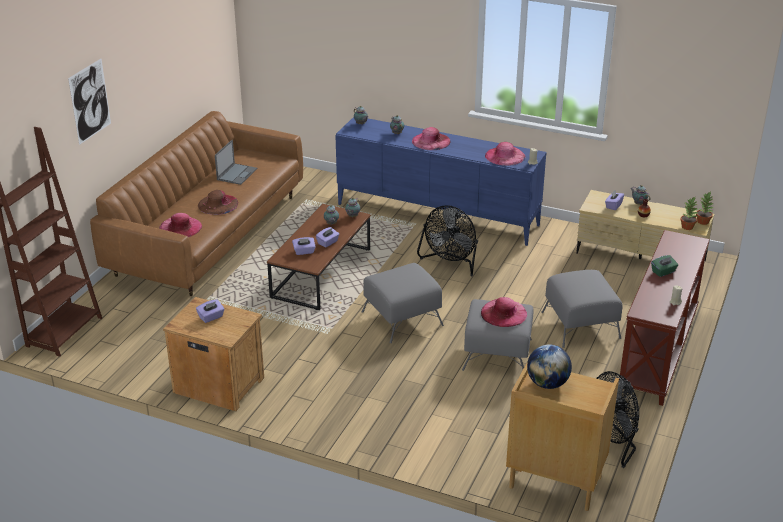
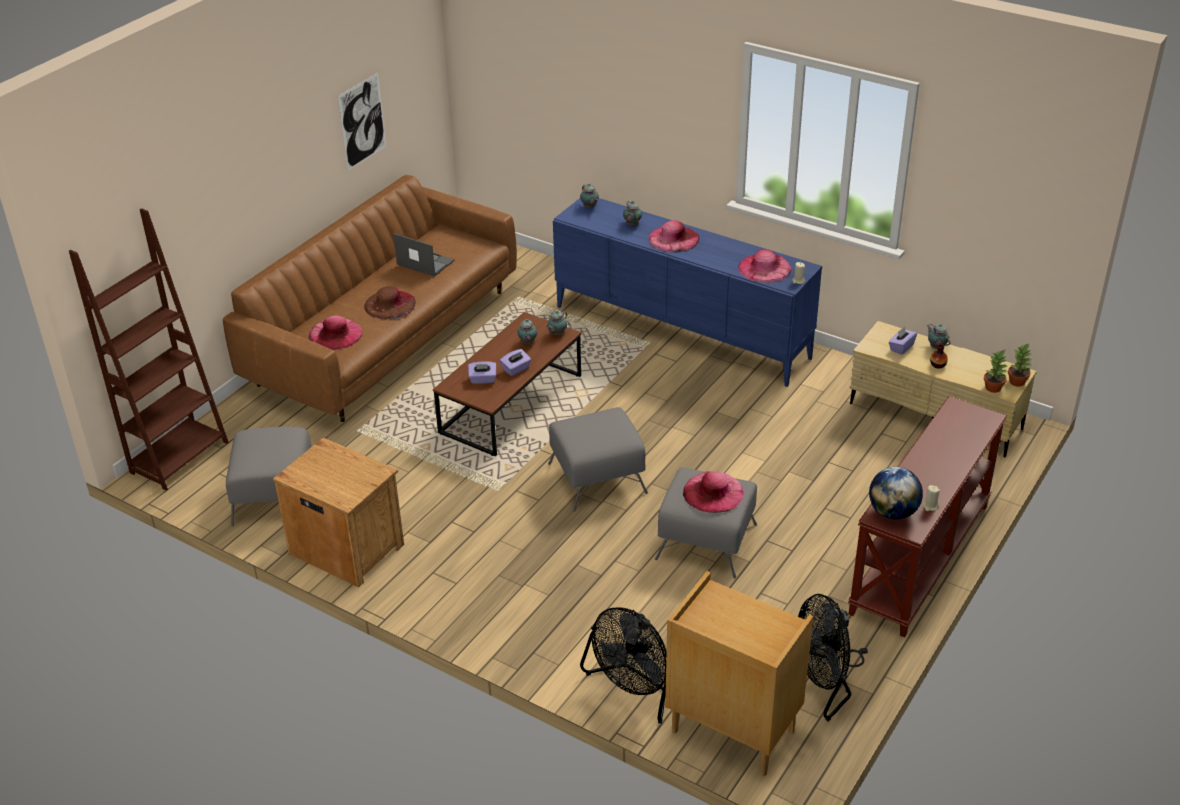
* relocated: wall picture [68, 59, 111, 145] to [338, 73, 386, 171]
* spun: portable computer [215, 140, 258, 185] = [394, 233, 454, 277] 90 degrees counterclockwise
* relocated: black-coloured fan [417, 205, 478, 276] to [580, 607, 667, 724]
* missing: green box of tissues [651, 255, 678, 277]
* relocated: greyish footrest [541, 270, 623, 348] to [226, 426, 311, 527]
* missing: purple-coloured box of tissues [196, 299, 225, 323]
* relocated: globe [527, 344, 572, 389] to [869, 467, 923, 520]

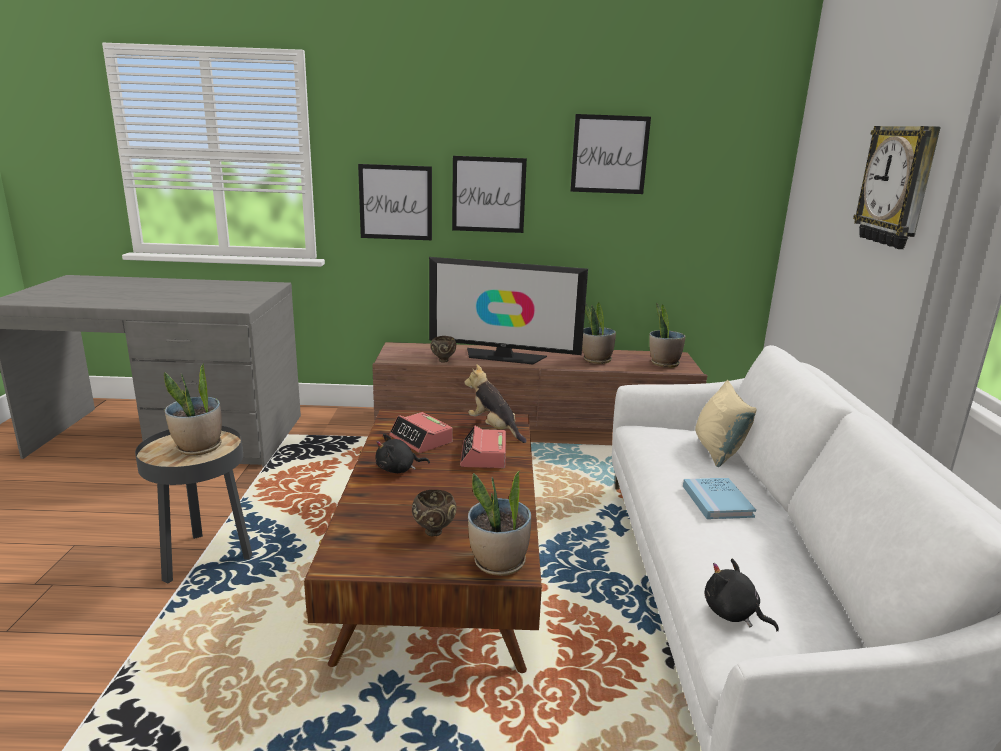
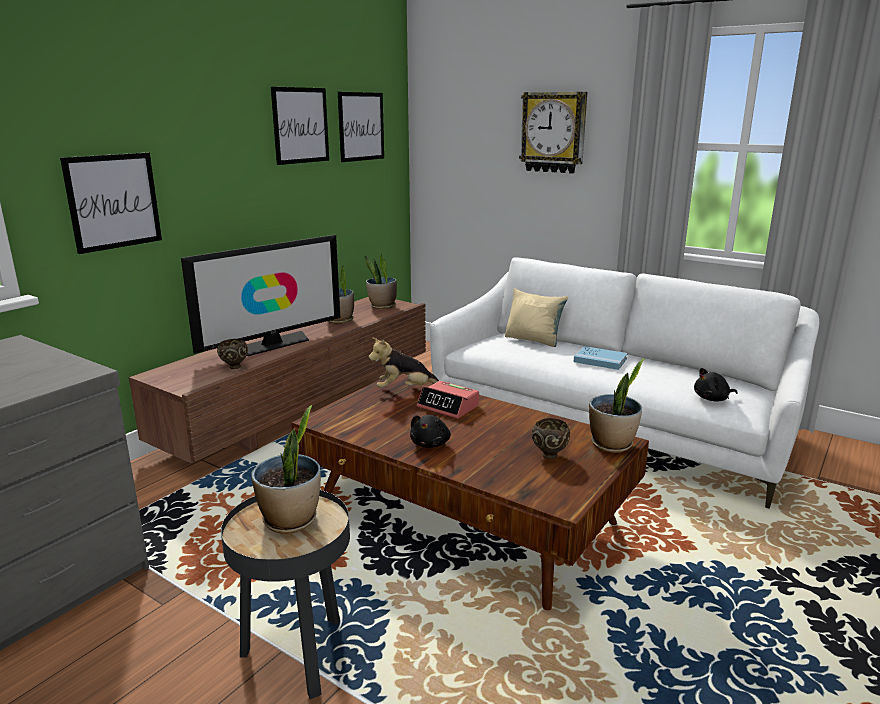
* relocated: wall picture [452, 156, 527, 233] to [338, 92, 384, 162]
* missing: alarm clock [389, 412, 453, 453]

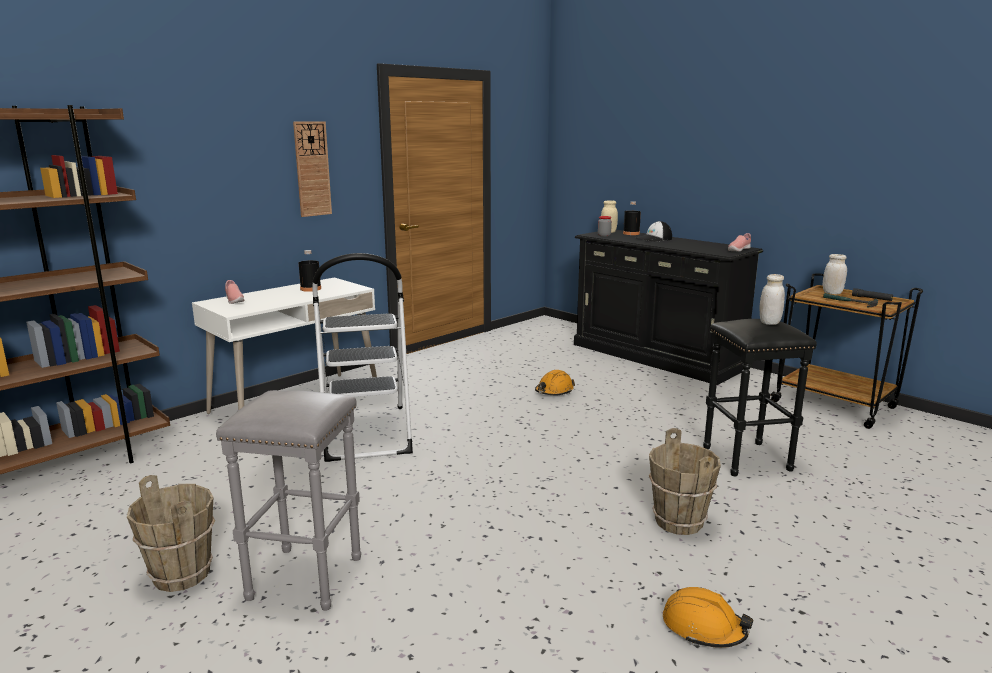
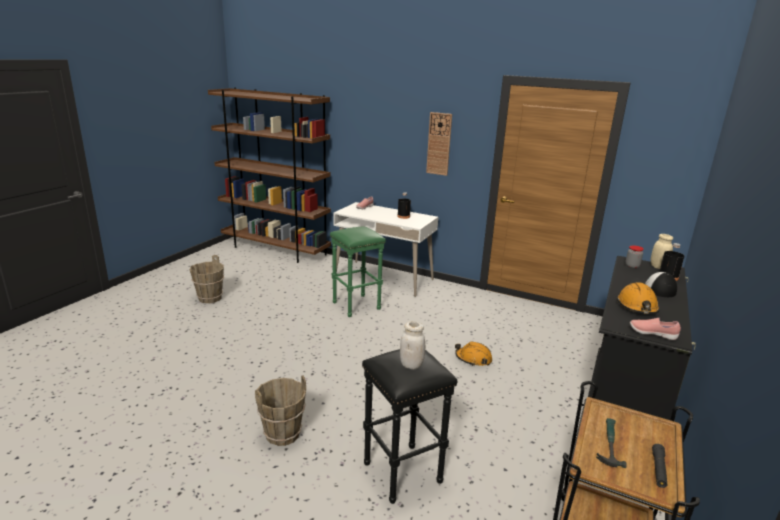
* exchanged: step ladder [312, 253, 413, 462] to green stool seat [330, 226, 386, 317]
* missing: white-coloured jar [823, 254, 847, 294]
* missing: greyish stool seat [216, 390, 361, 611]
* relocated: orange-coloured safety helmet [663, 587, 753, 648] to [617, 282, 660, 314]

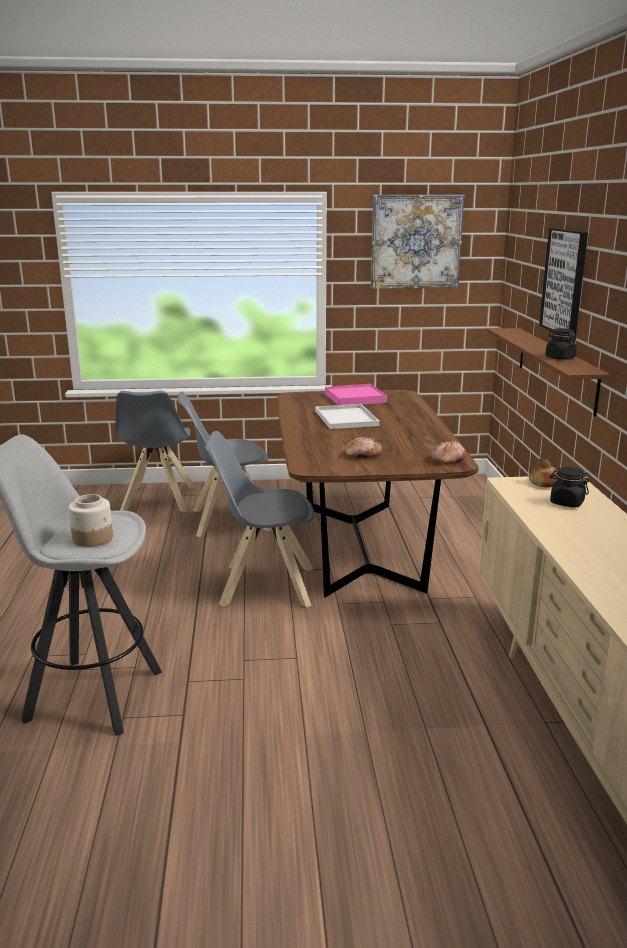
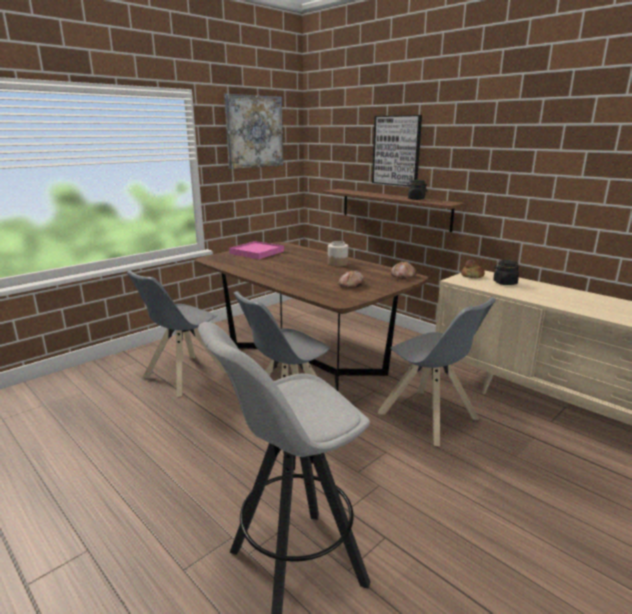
* relocated: greyish upright chair [115, 390, 196, 512] to [378, 297, 496, 446]
* missing: white-coloured tray [315, 404, 380, 429]
* relocated: jar [69, 494, 113, 547] to [328, 241, 348, 267]

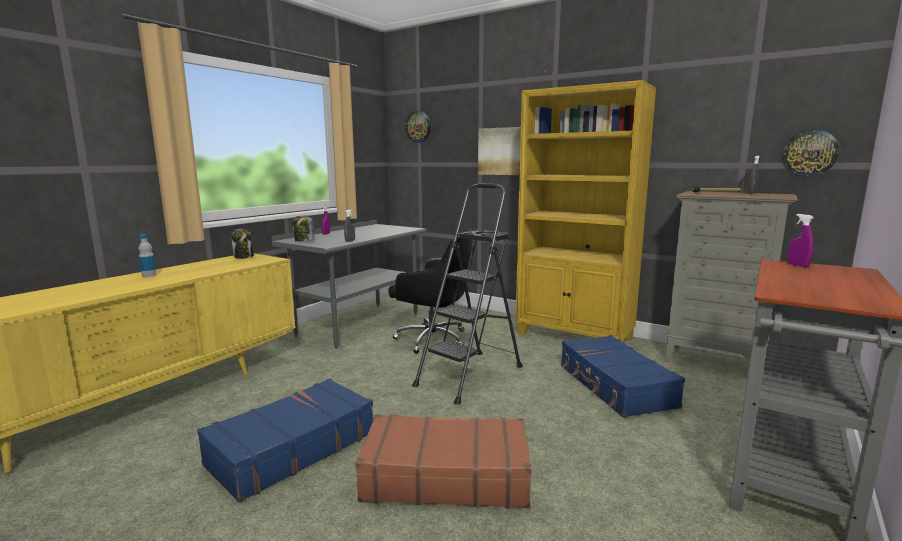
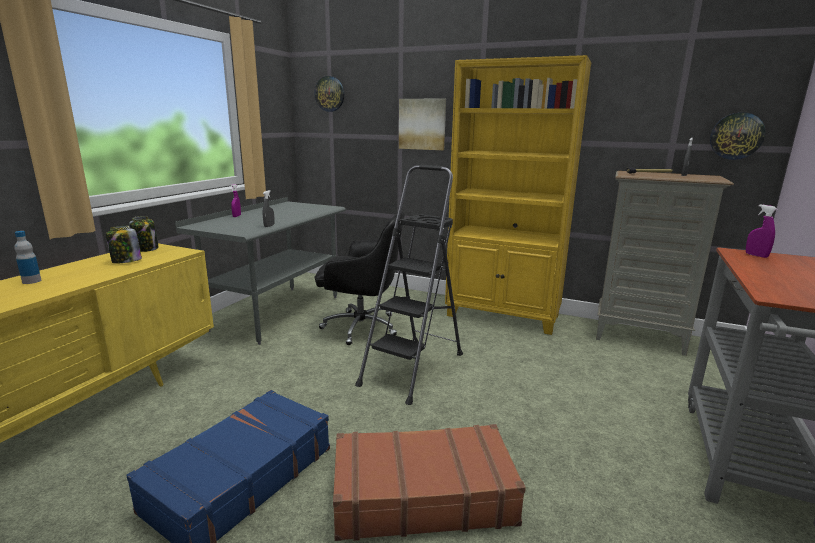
* relocated: jar [293, 215, 315, 242] to [106, 226, 142, 263]
* missing: blue-coloured suitcase [561, 335, 685, 418]

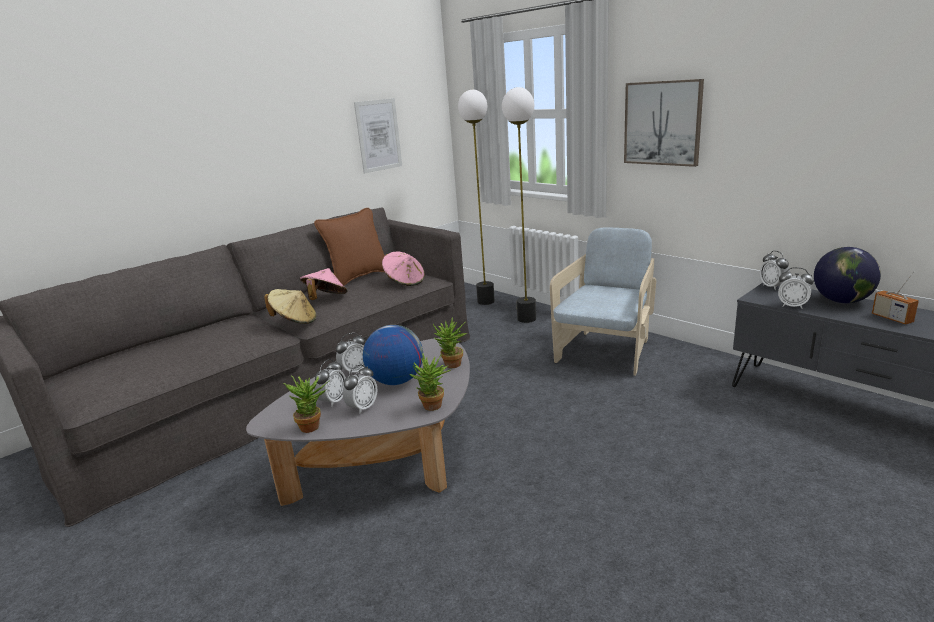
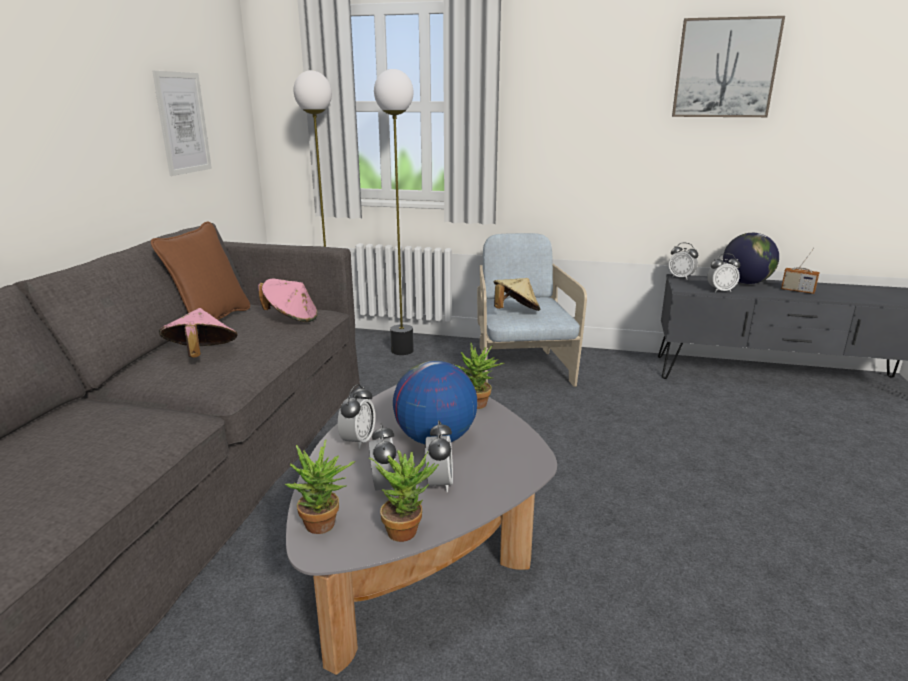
* relocated: wall picture [624, 79, 704, 167] to [672, 16, 785, 117]
* relocated: sand-coloured clothing hat [264, 289, 316, 324] to [494, 278, 540, 311]
* relocated: plant in a pot [410, 353, 451, 411] to [285, 439, 355, 534]

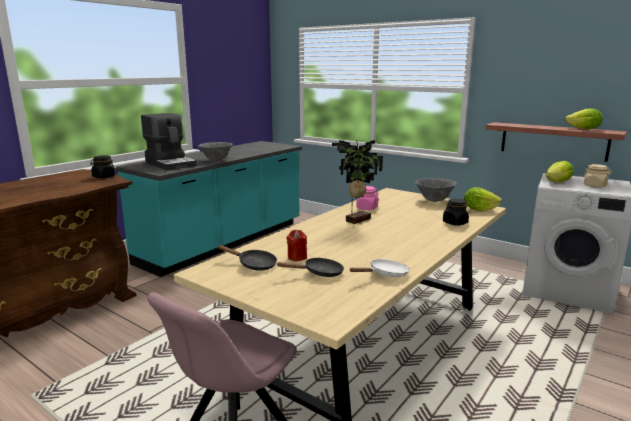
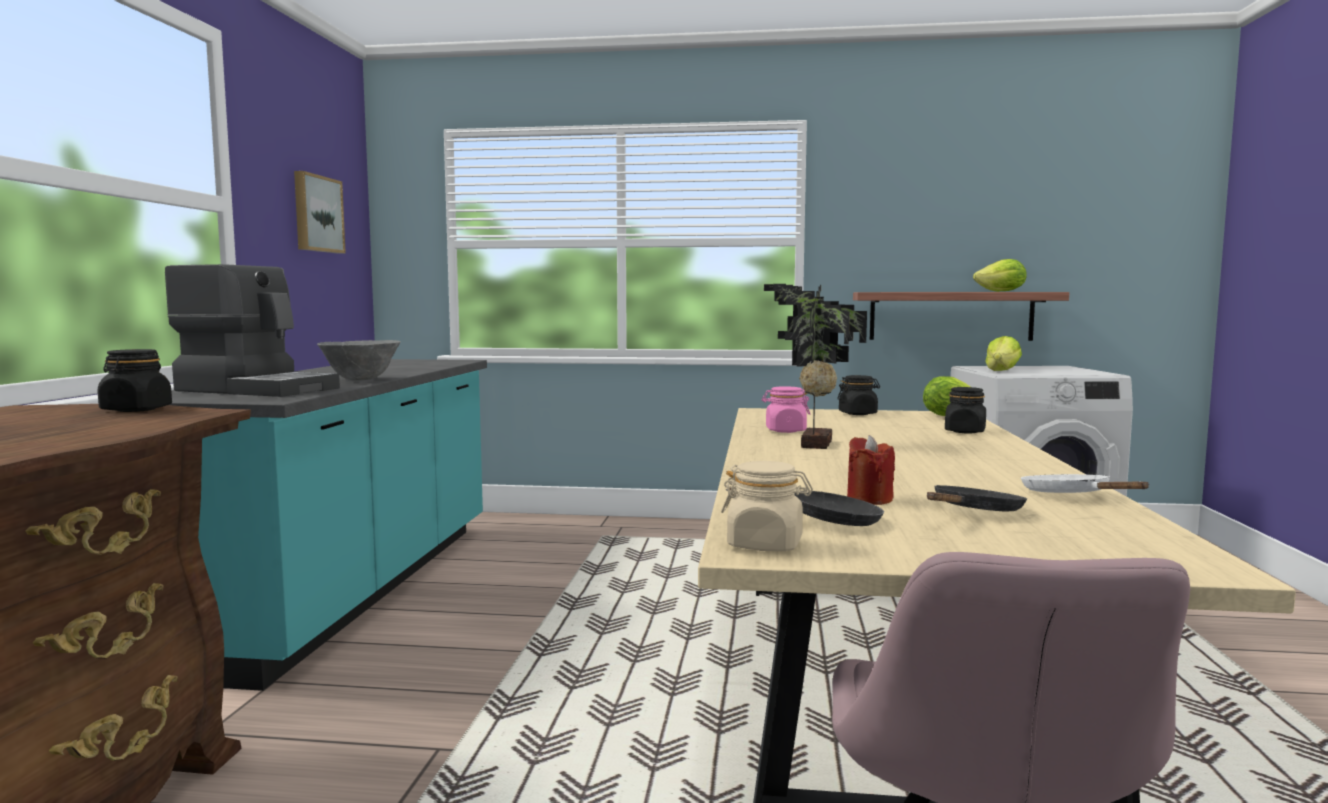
* relocated: sand-coloured jar [583, 164, 612, 188] to [721, 461, 813, 551]
* exchanged: greyish serving bowl [415, 178, 457, 202] to black-coloured jar [837, 375, 880, 415]
* spun: white-coloured frying pan [349, 259, 410, 277] = [1021, 474, 1149, 493] 45 degrees counterclockwise
* appeared: wall picture [294, 171, 346, 253]

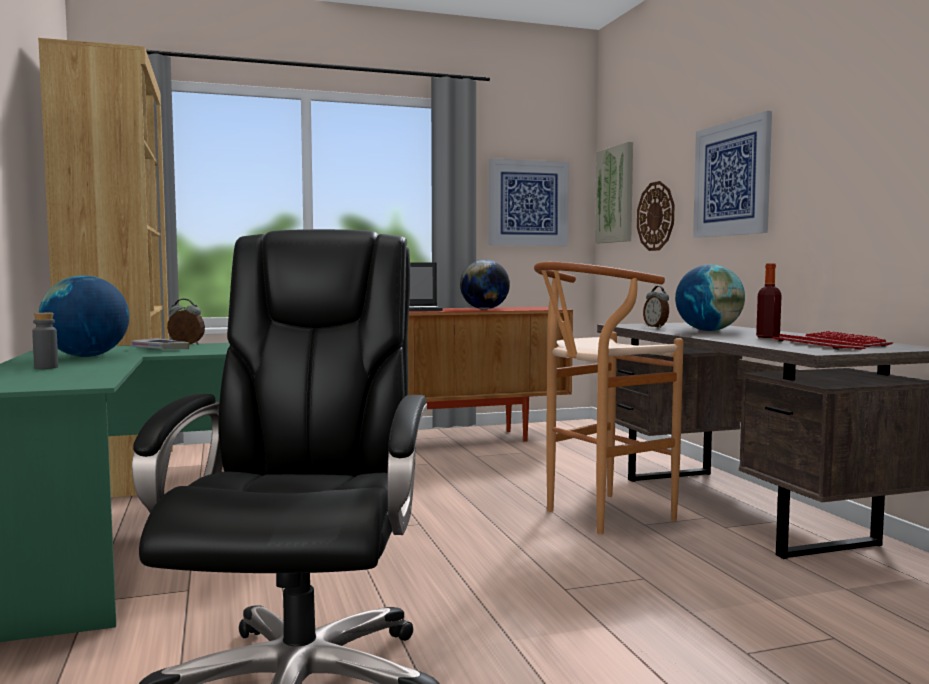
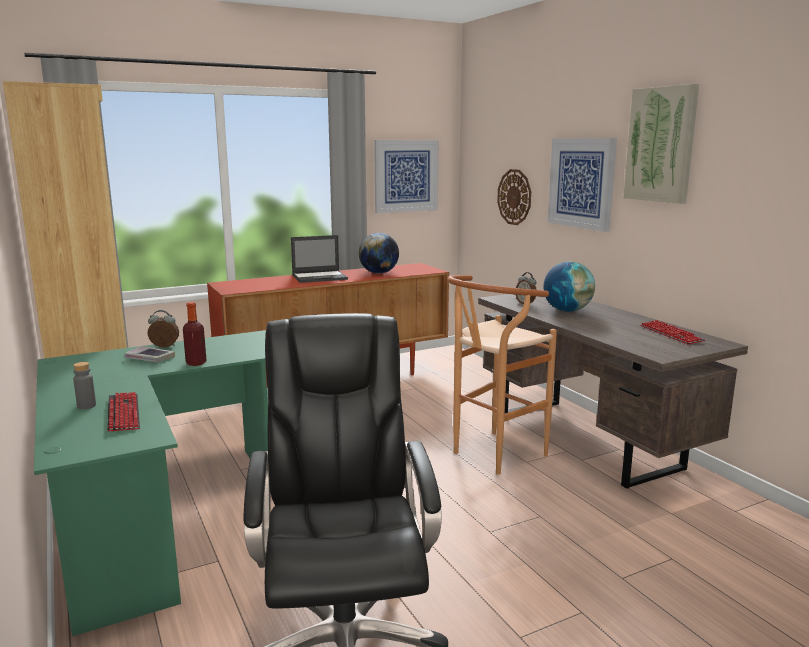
* relocated: wall picture [595, 142, 633, 243] to [623, 84, 699, 204]
* relocated: drink bottle [756, 263, 782, 338] to [183, 302, 207, 366]
* missing: globe [39, 275, 129, 357]
* relocated: computer keyboard [772, 334, 866, 350] to [107, 392, 140, 431]

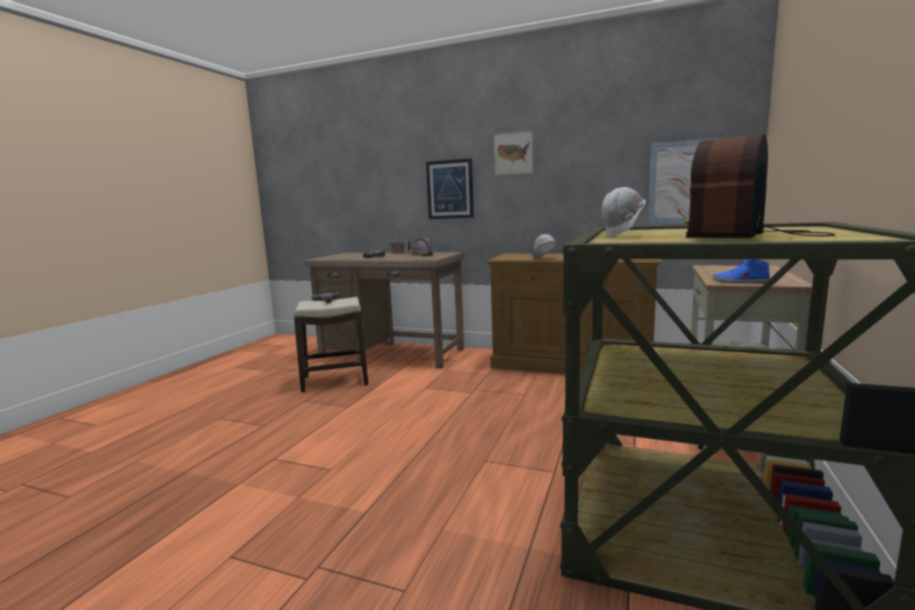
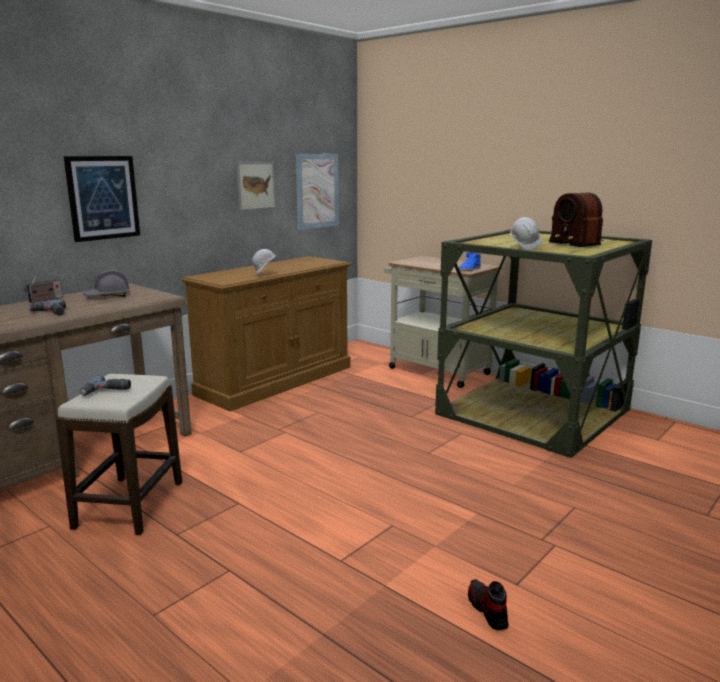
* relocated: wall picture [493, 130, 534, 176] to [237, 162, 276, 211]
* appeared: shoe [468, 579, 509, 630]

